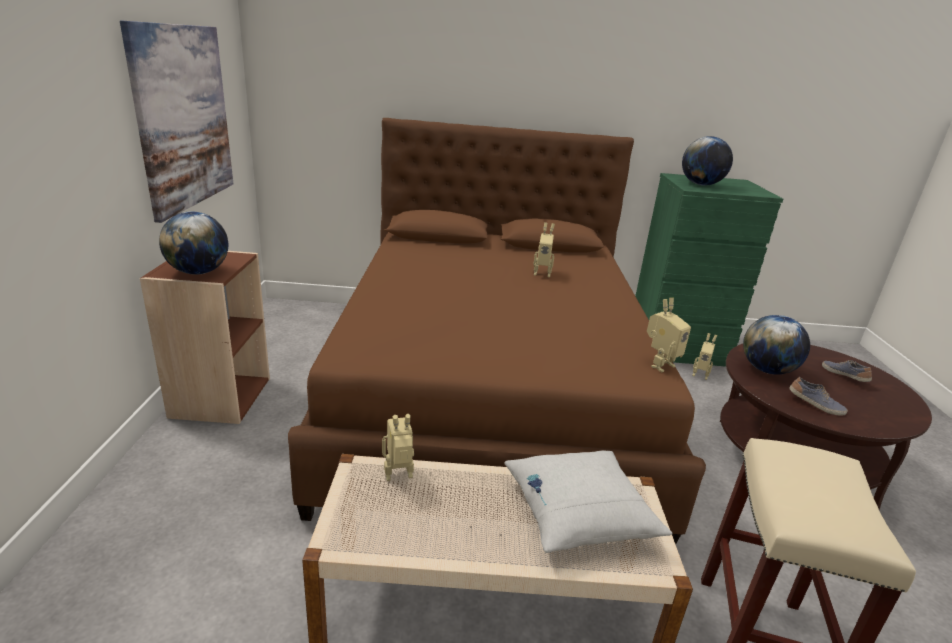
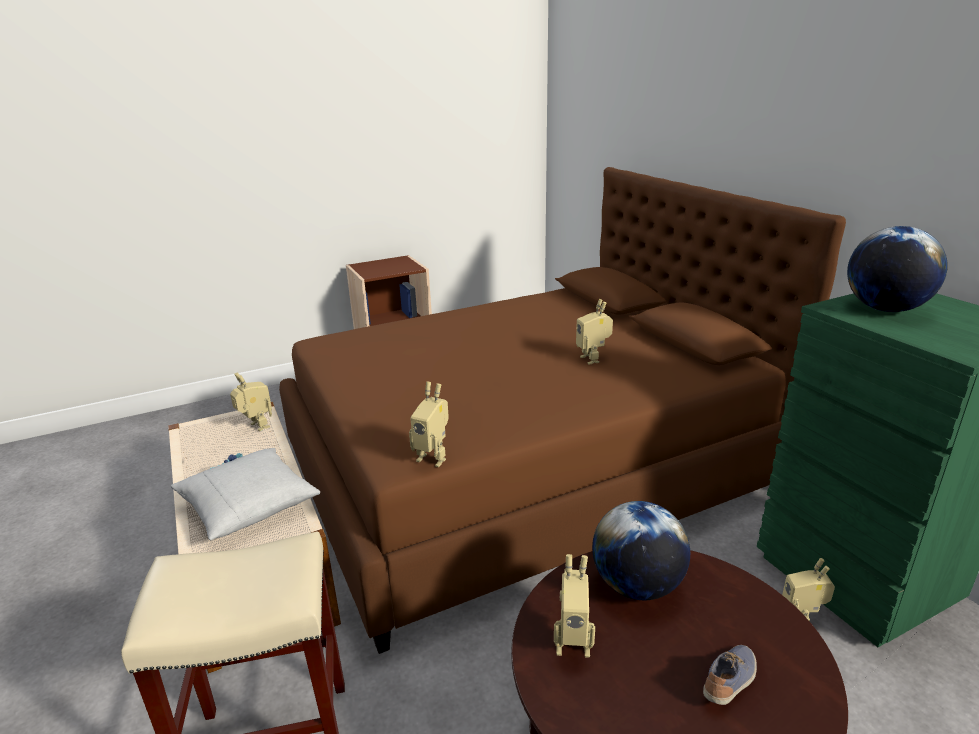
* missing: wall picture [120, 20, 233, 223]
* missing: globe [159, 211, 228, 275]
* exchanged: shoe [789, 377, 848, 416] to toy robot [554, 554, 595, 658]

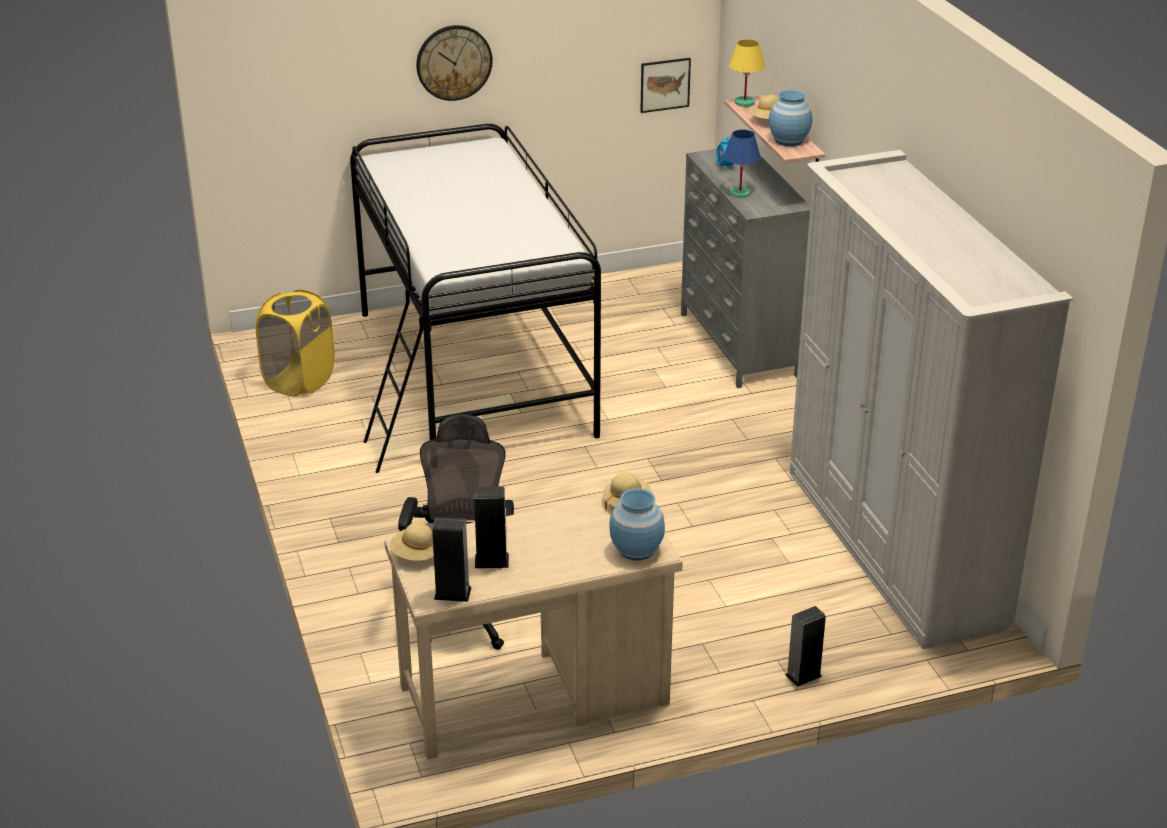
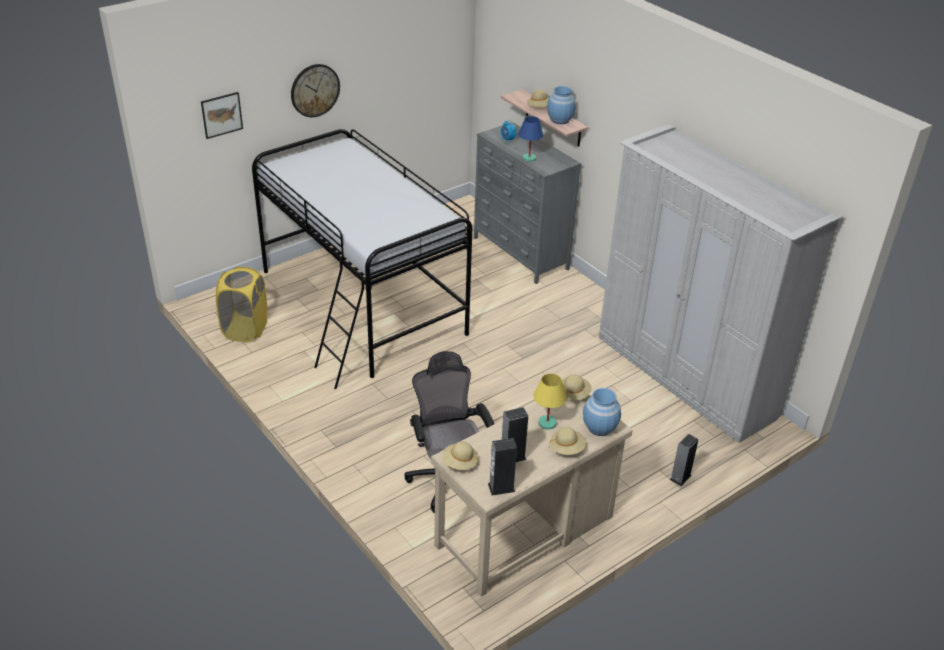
* relocated: yellow tabletop lamp [729, 39, 765, 107] to [533, 373, 567, 430]
* relocated: wall picture [640, 58, 691, 113] to [201, 92, 243, 139]
* appeared: sand-coloured clothing hat [549, 427, 586, 455]

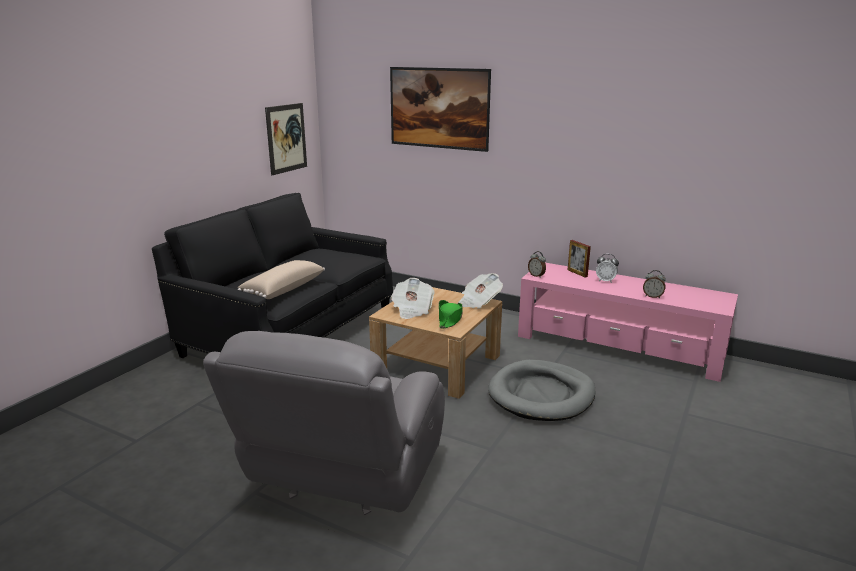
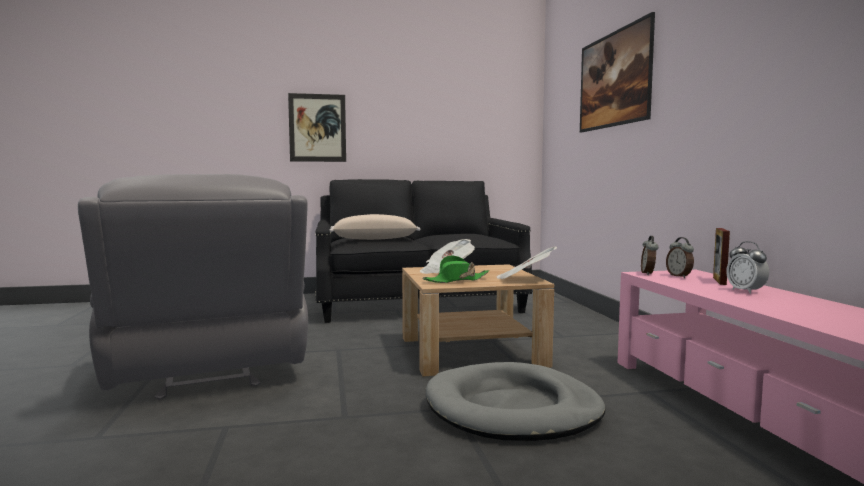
* relocated: wall picture [265, 103, 307, 175] to [288, 93, 346, 162]
* relocated: alarm clock [643, 270, 666, 298] to [666, 237, 694, 278]
* spun: greyish easy chair [203, 331, 445, 515] = [78, 174, 308, 400] 90 degrees counterclockwise

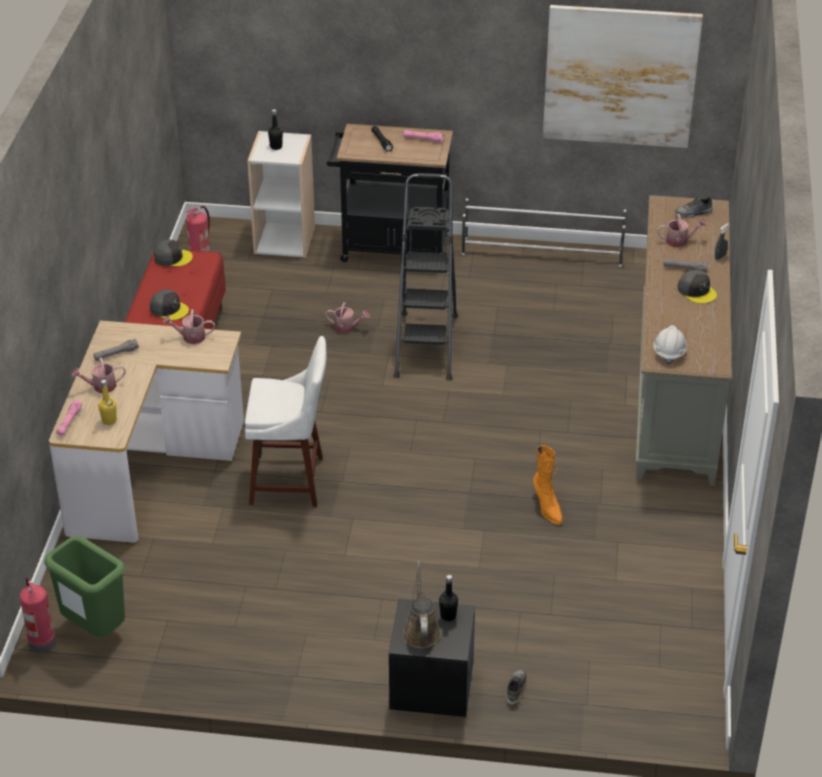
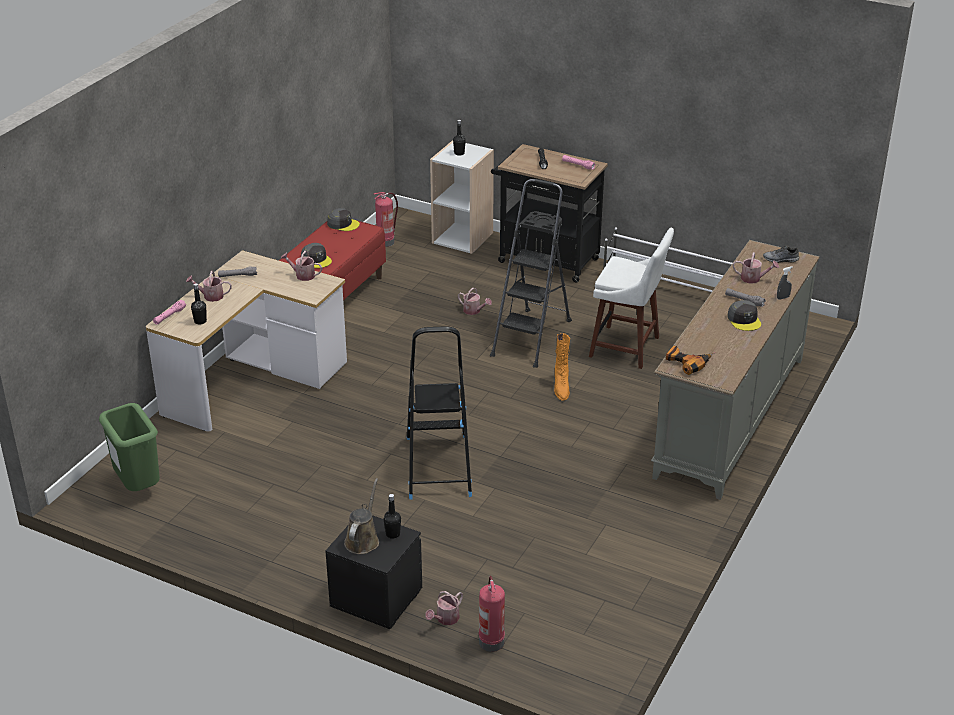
* missing: wall picture [543, 5, 703, 148]
* exchanged: white-coloured safety helmet [654, 325, 687, 365] to drill [666, 346, 715, 375]
* relocated: white-coloured upright chair [245, 336, 326, 507] to [589, 228, 674, 369]
* colour: yellow drink bottle [98, 380, 117, 425] to black-coloured drink bottle [191, 283, 207, 325]
* relocated: orange-coloured tall boot [533, 445, 563, 525] to [554, 333, 570, 401]
* relocated: fire-fighting cylinder [20, 577, 56, 653] to [479, 576, 505, 652]
* exchanged: greyish shoe [506, 669, 527, 705] to sprinkling can [425, 591, 463, 625]
* appeared: black-coloured step ladder [407, 326, 472, 500]

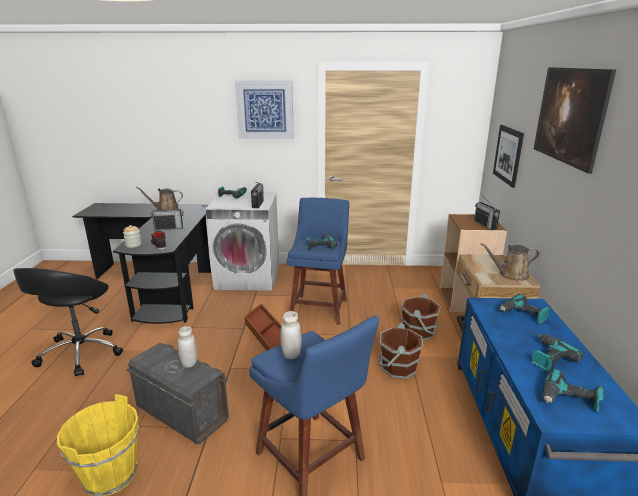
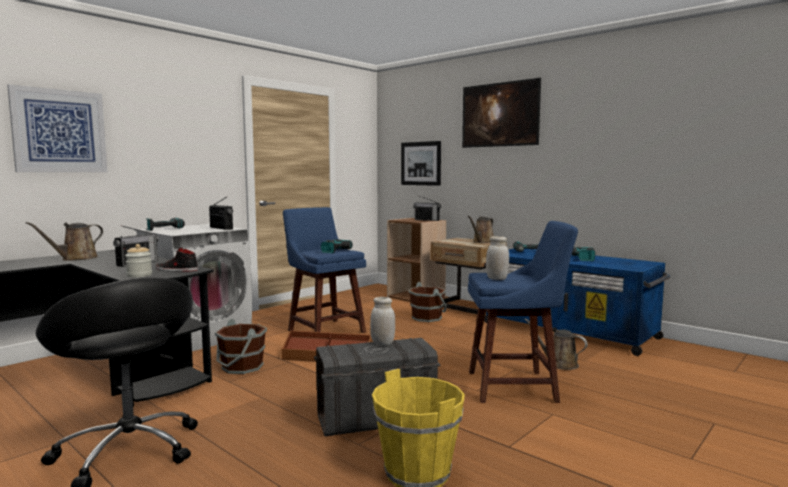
* relocated: wall picture [235, 80, 294, 139] to [7, 84, 107, 172]
* relocated: brown pail [379, 323, 423, 379] to [215, 319, 267, 374]
* missing: drill [542, 369, 603, 412]
* appeared: brown sprinkling can [524, 318, 588, 370]

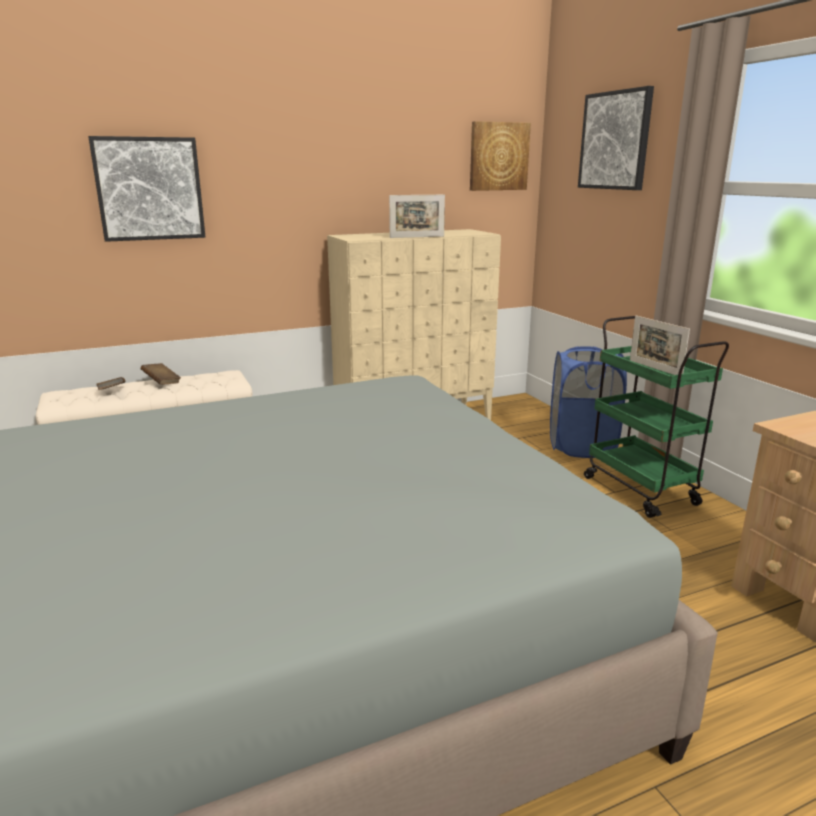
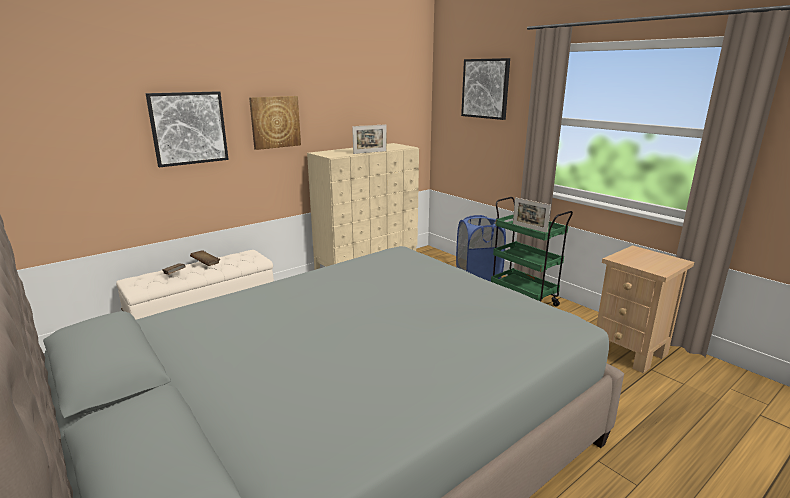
* relocated: wall picture [470, 121, 531, 191] to [249, 96, 301, 150]

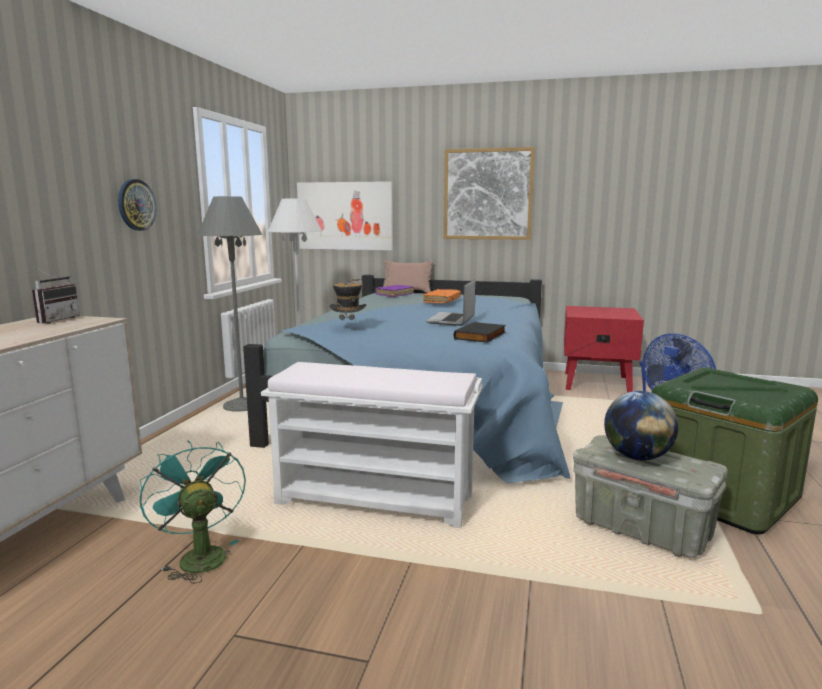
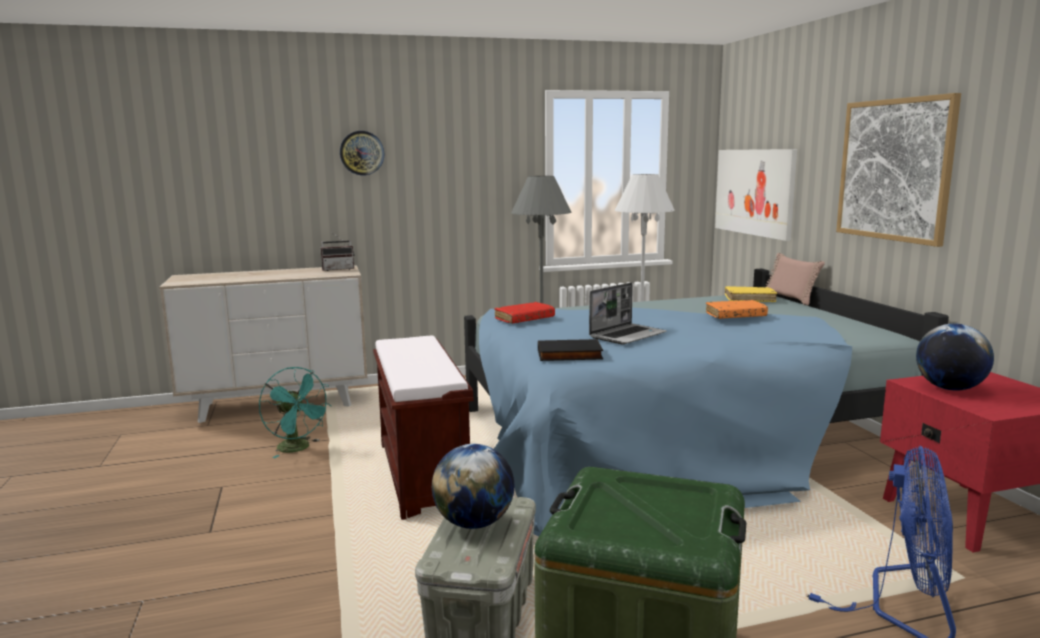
* relocated: wall clock [118, 179, 156, 231] to [340, 131, 384, 175]
* exchanged: clothing hat [329, 279, 367, 332] to red-coloured bound book [494, 302, 555, 324]
* spun: portable computer [426, 279, 476, 326] = [589, 283, 666, 345] 150 degrees clockwise
* colour: purple-coloured bound book [375, 285, 413, 297] to yellow bound book [725, 286, 777, 302]
* colour: white-coloured bench [261, 362, 482, 528] to brown bench [373, 336, 474, 520]
* spun: turquoise fan [140, 440, 246, 584] = [259, 367, 331, 458] 105 degrees clockwise
* appeared: globe [916, 323, 994, 391]

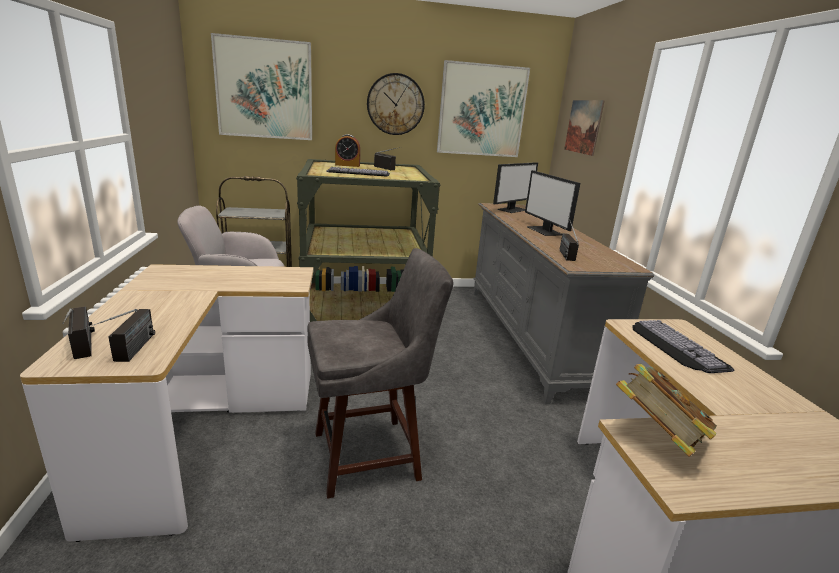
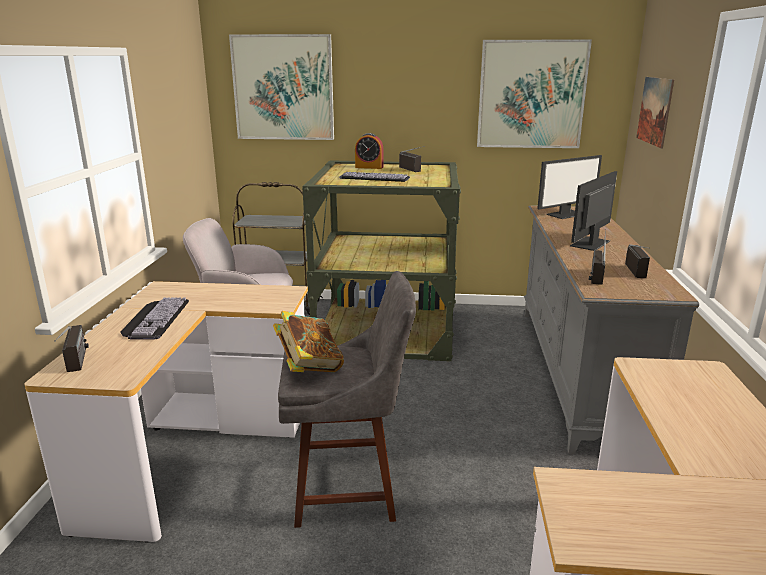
* missing: wall clock [367, 73, 425, 135]
* spun: computer display [525, 170, 580, 236] = [570, 171, 617, 251] 45 degrees clockwise
* relocated: radio set [86, 309, 155, 362] to [625, 244, 650, 278]
* relocated: computer keyboard [632, 320, 735, 373] to [120, 298, 189, 339]
* relocated: bound book [616, 364, 717, 457] to [273, 311, 344, 372]

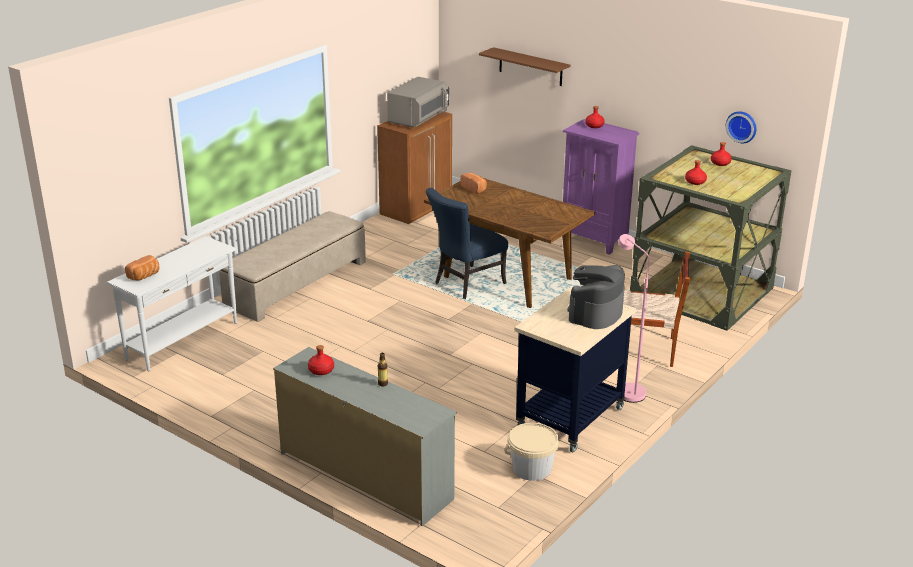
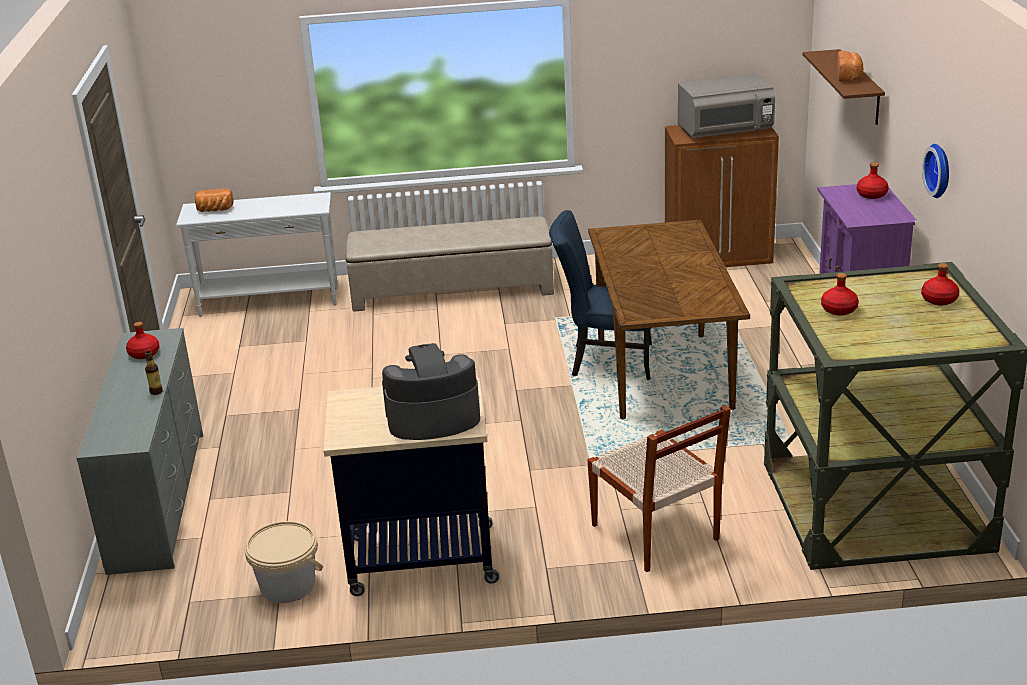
* relocated: wall clock [726, 111, 757, 143] to [922, 144, 949, 198]
* relocated: baked bread [460, 173, 487, 194] to [837, 51, 863, 82]
* missing: pinkish floor lamp [618, 234, 649, 403]

